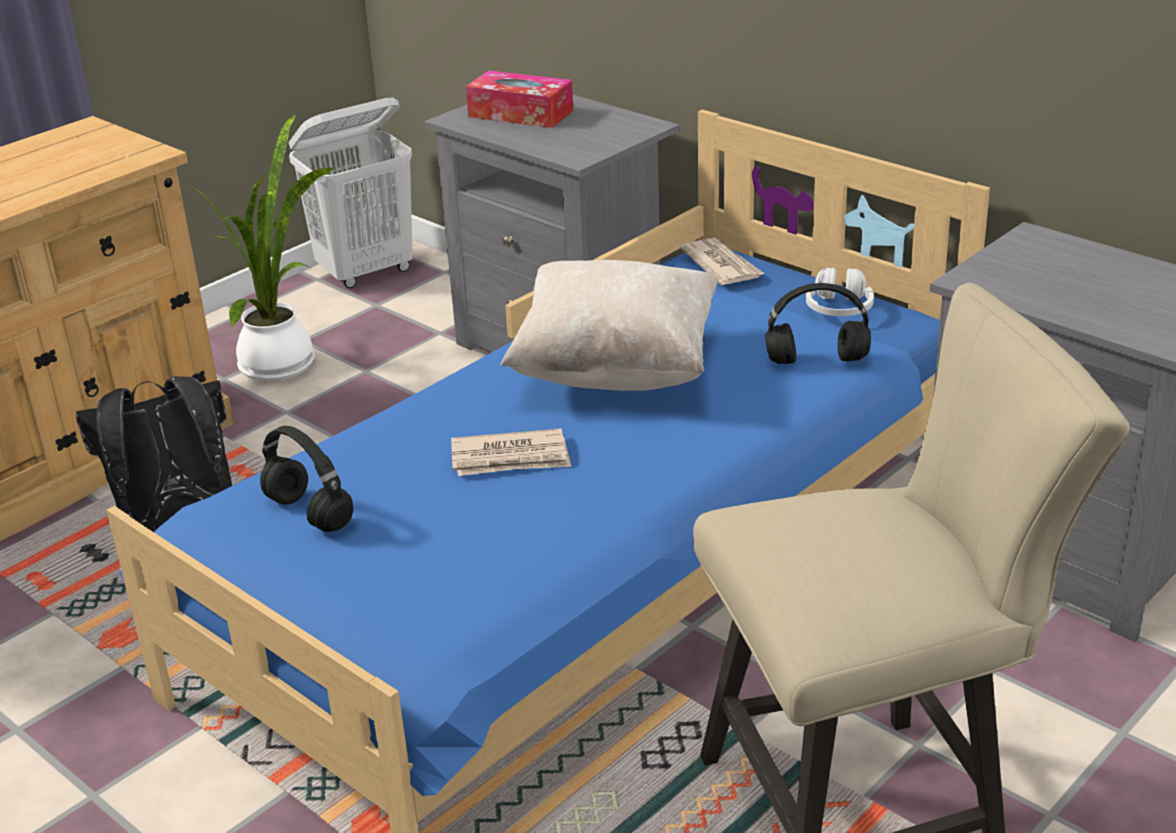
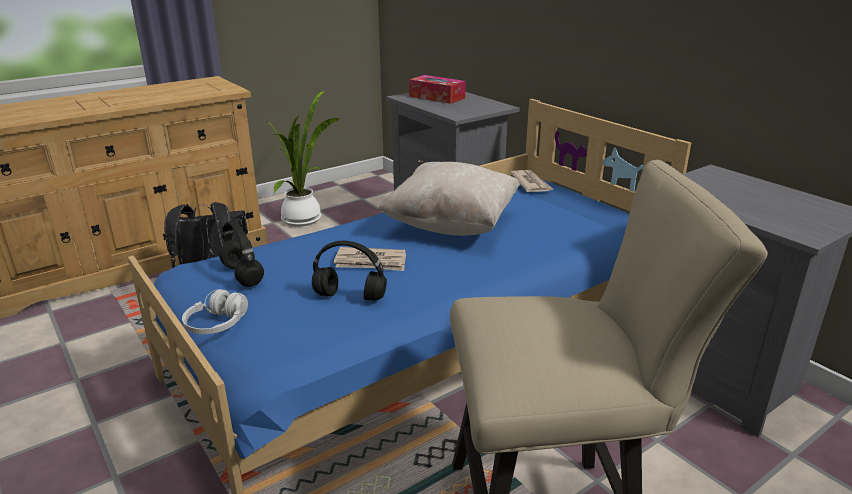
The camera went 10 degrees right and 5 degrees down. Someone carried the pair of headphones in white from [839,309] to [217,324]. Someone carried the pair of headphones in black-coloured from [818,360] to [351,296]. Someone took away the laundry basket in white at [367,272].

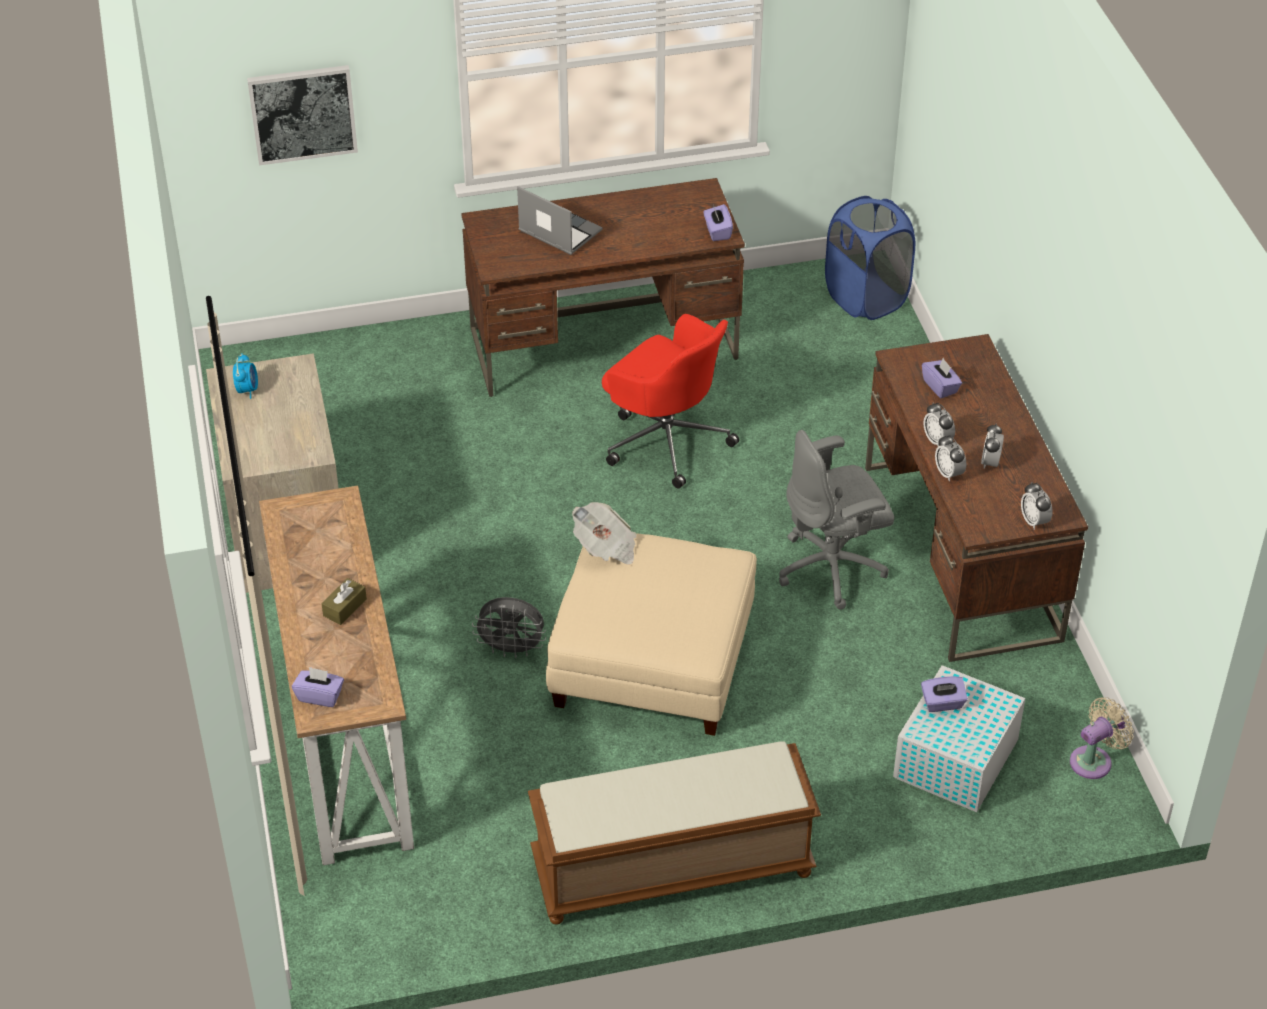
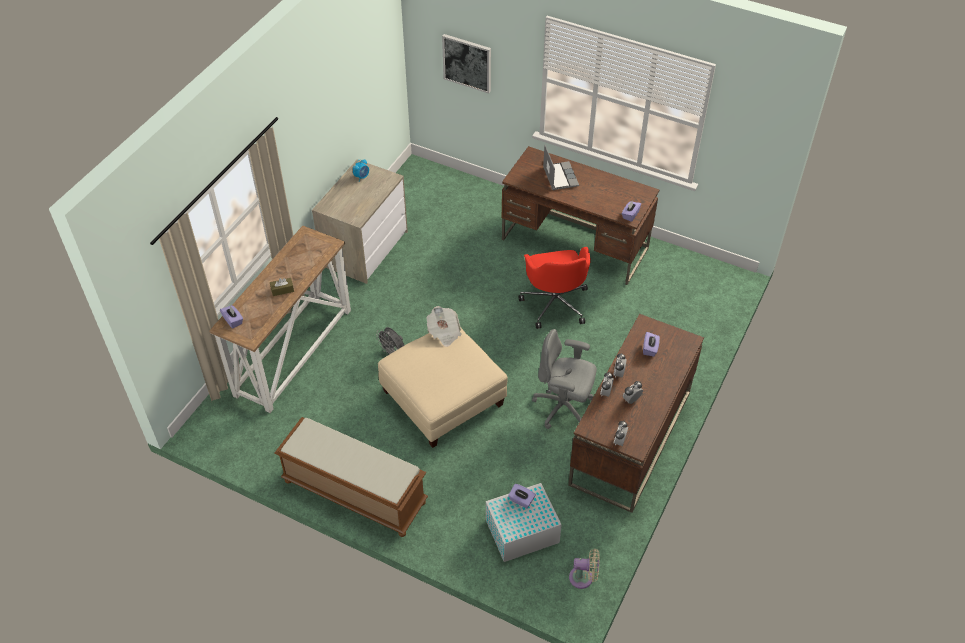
The camera went 40 degrees right and 5 degrees up. Someone took away the laundry basket in blue-coloured at [866,298].

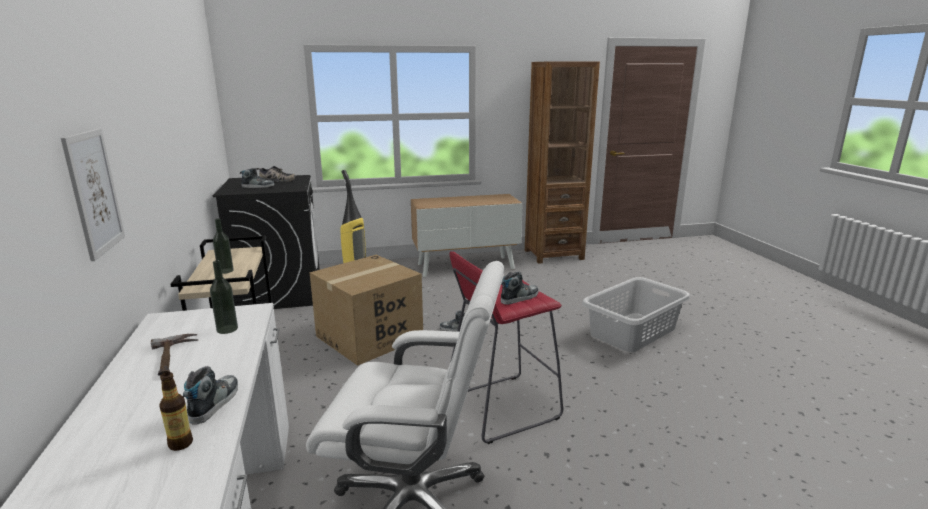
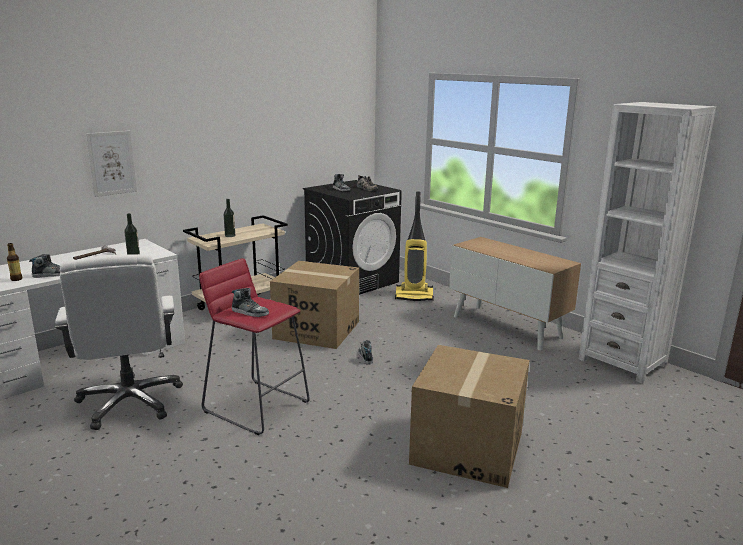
The camera went 60 degrees right and 0 degrees up. Someone swapped the laundry basket in gray at [632,331] for the carton at [467,447]. Someone repainted the shelving unit in brownish at [553,254], which became the shelving unit in white at [622,362].

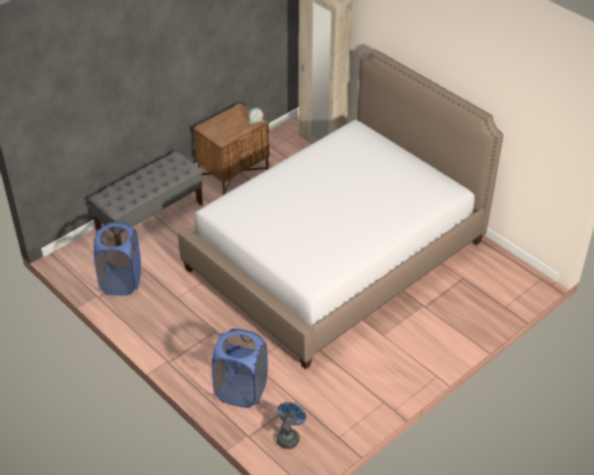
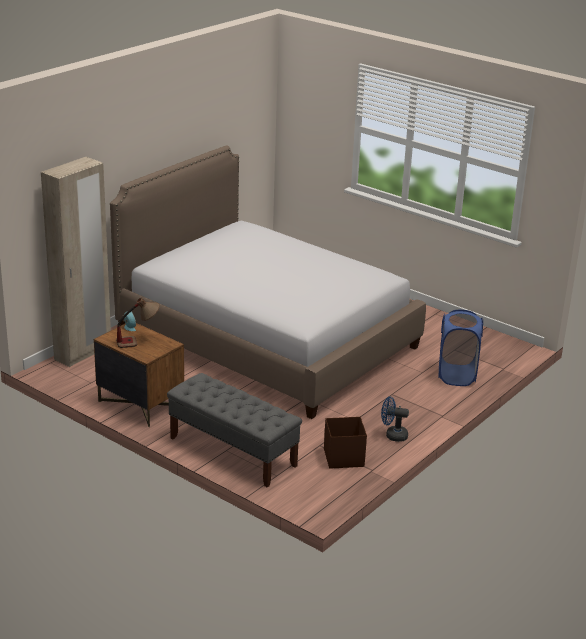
The camera went 100 degrees left and 15 degrees down. Someone put down the lamp for a table at [138,341]. Someone swapped the laundry basket in blue-coloured at [121,281] for the storage bin in brownish at [343,458]. Someone carried the electric fan in blue-coloured from [289,436] to [393,435].

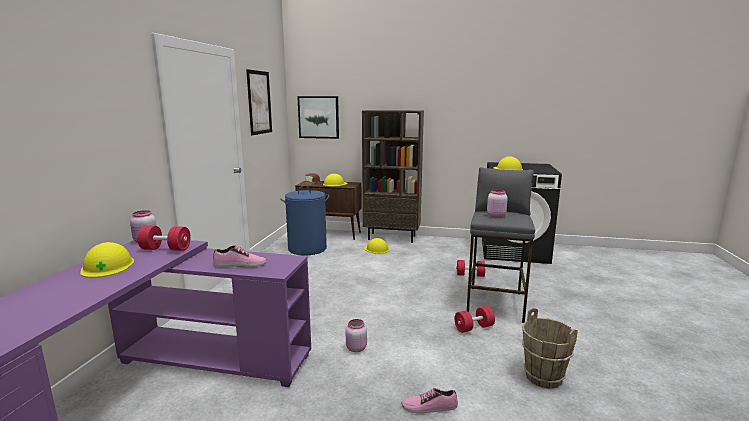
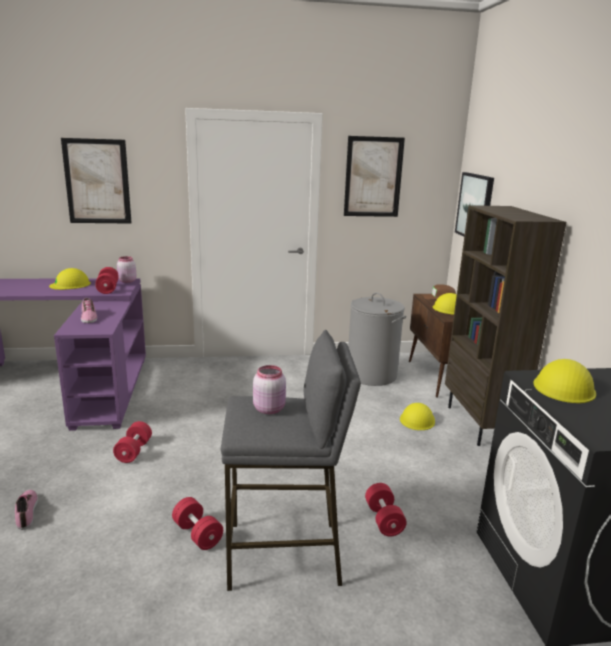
The camera went 70 degrees right and 5 degrees up. Someone put up the picture at [97,181]. Someone swapped the storage jar in pinkish at [355,348] for the dumbbell in red-coloured at [134,451]. Someone repainted the laundry basket in blue-coloured at [307,248], which became the laundry basket in gray at [372,375]. Someone took away the pail in brownish at [543,377].

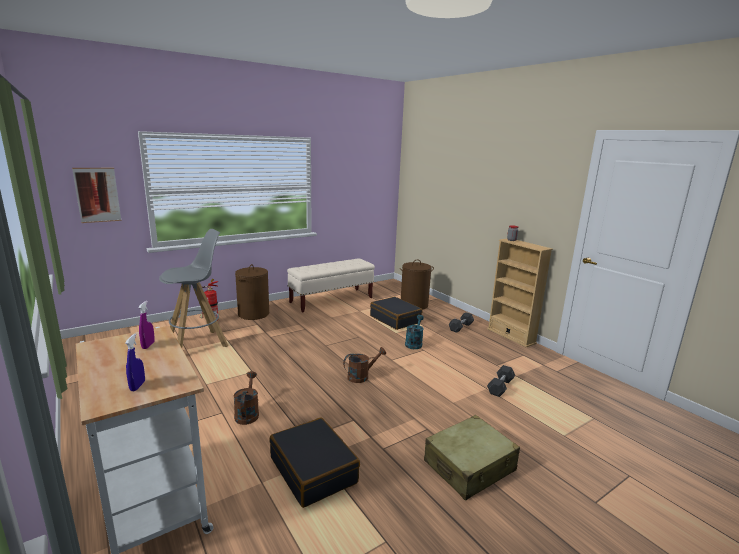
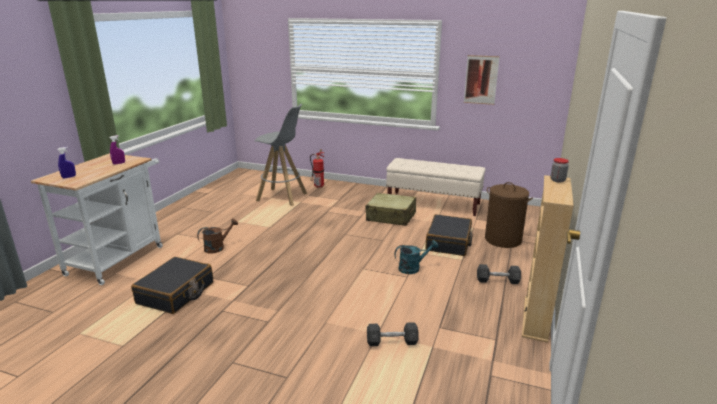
The camera went 55 degrees right and 5 degrees up. Someone carried the travel case in sand-coloured from [469,466] to [391,217]. Someone carried the picture from [97,195] to [481,80]. Someone took away the laundry basket in brownish at [253,314]. Someone took away the watering can in brownish at [362,376].

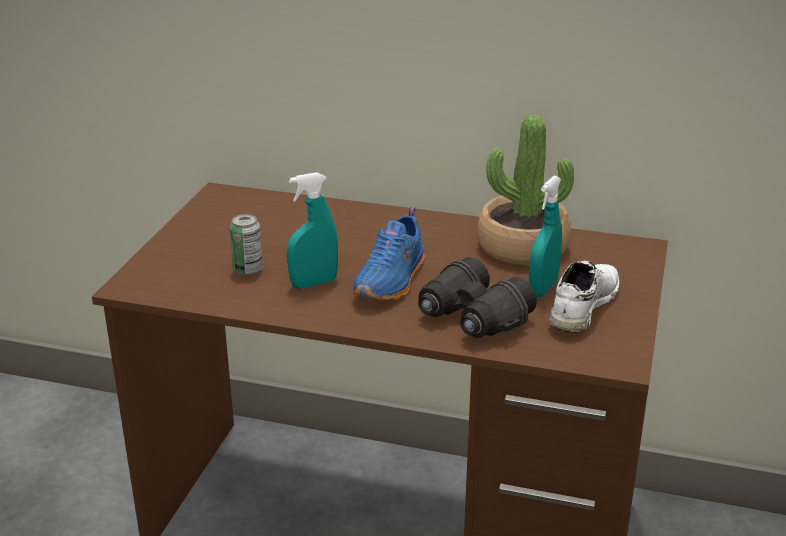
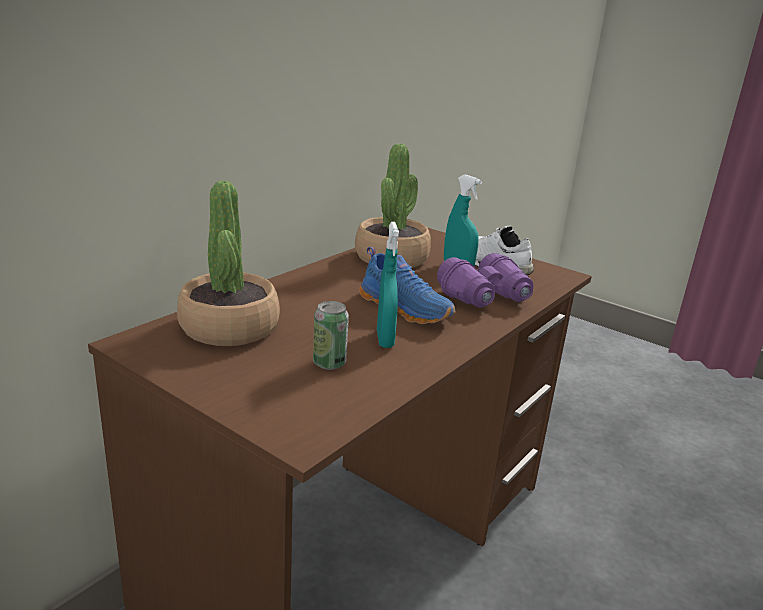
The camera went 70 degrees left and 5 degrees down. Someone put down the potted plant at [230,327]. Someone repainted the field glasses in black-coloured at [472,318], which became the field glasses in purple at [486,298].

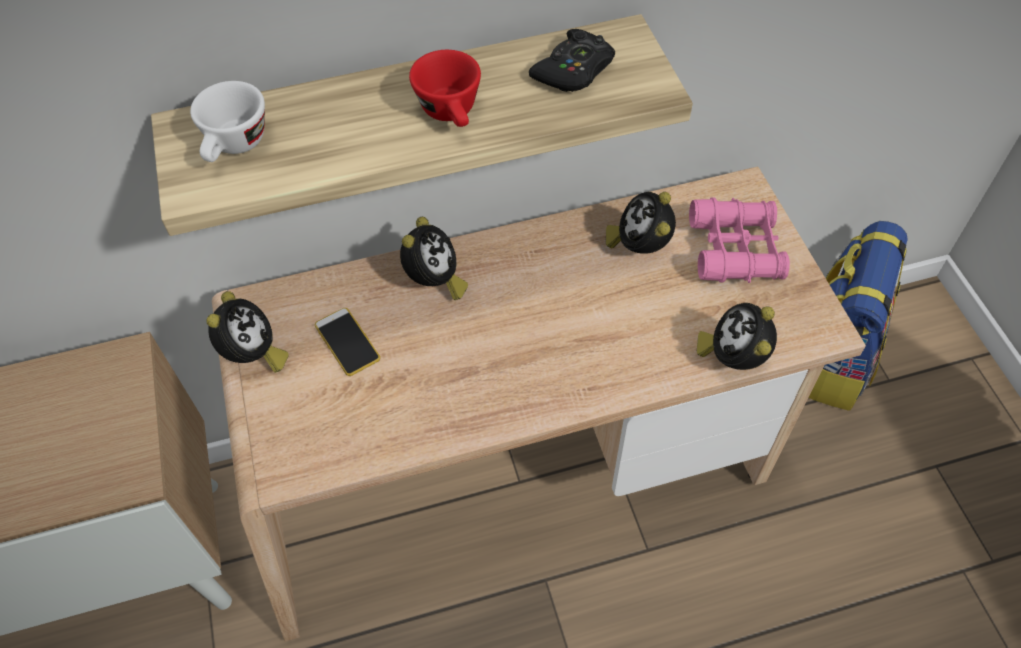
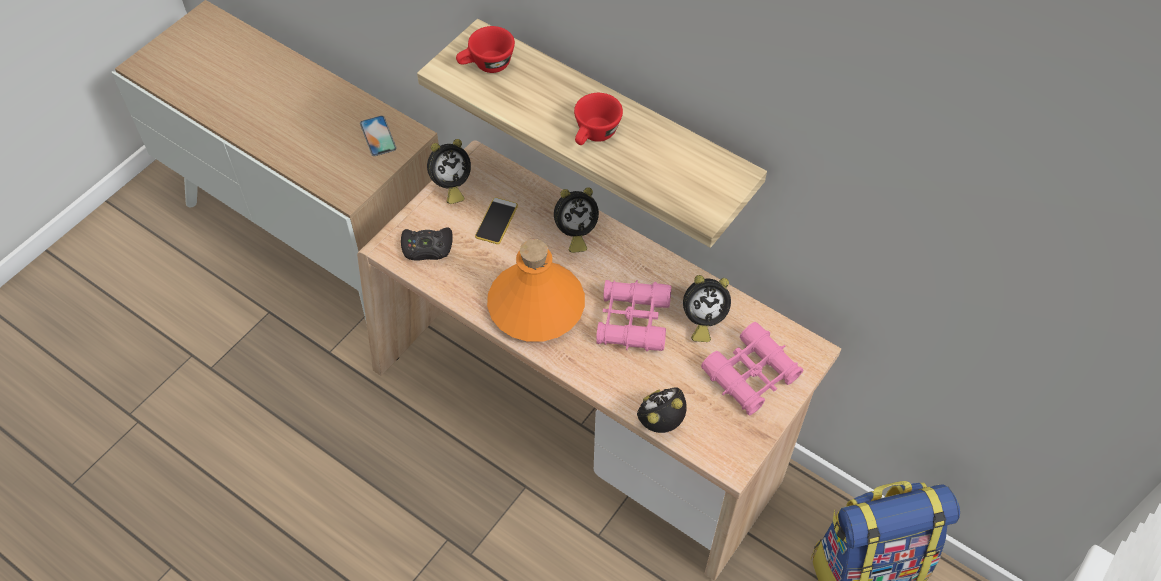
The camera went 50 degrees right and 0 degrees up. Someone put down the handset at [378,136]. Someone carried the gamepad in black-coloured from [574,70] to [427,248]. Someone repainted the drinking cup in white at [235,146], which became the drinking cup in red-coloured at [486,65]. Someone put down the beverage bottle in orangey at [537,306]. Someone put down the field glasses in pinkish at [633,321]. Someone rotated the alarm clock at [639,246] by 150 degrees counterclockwise.

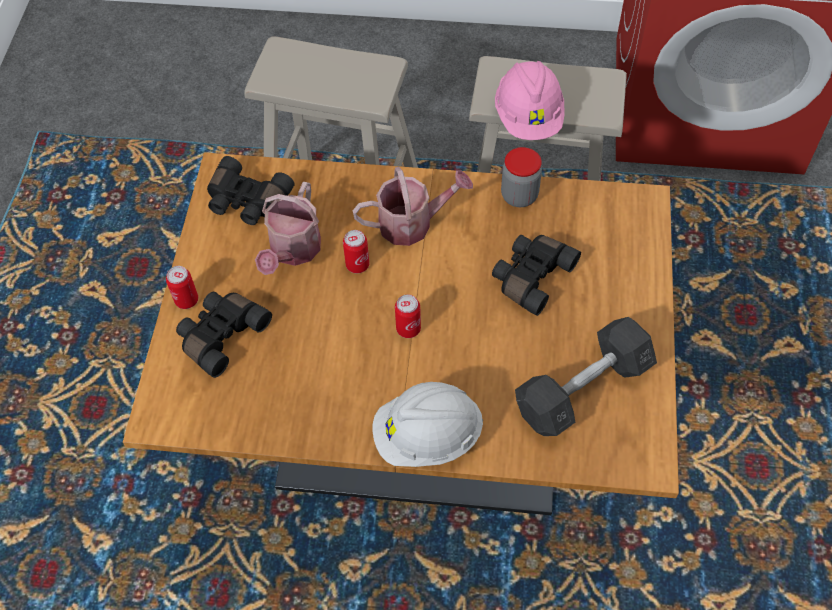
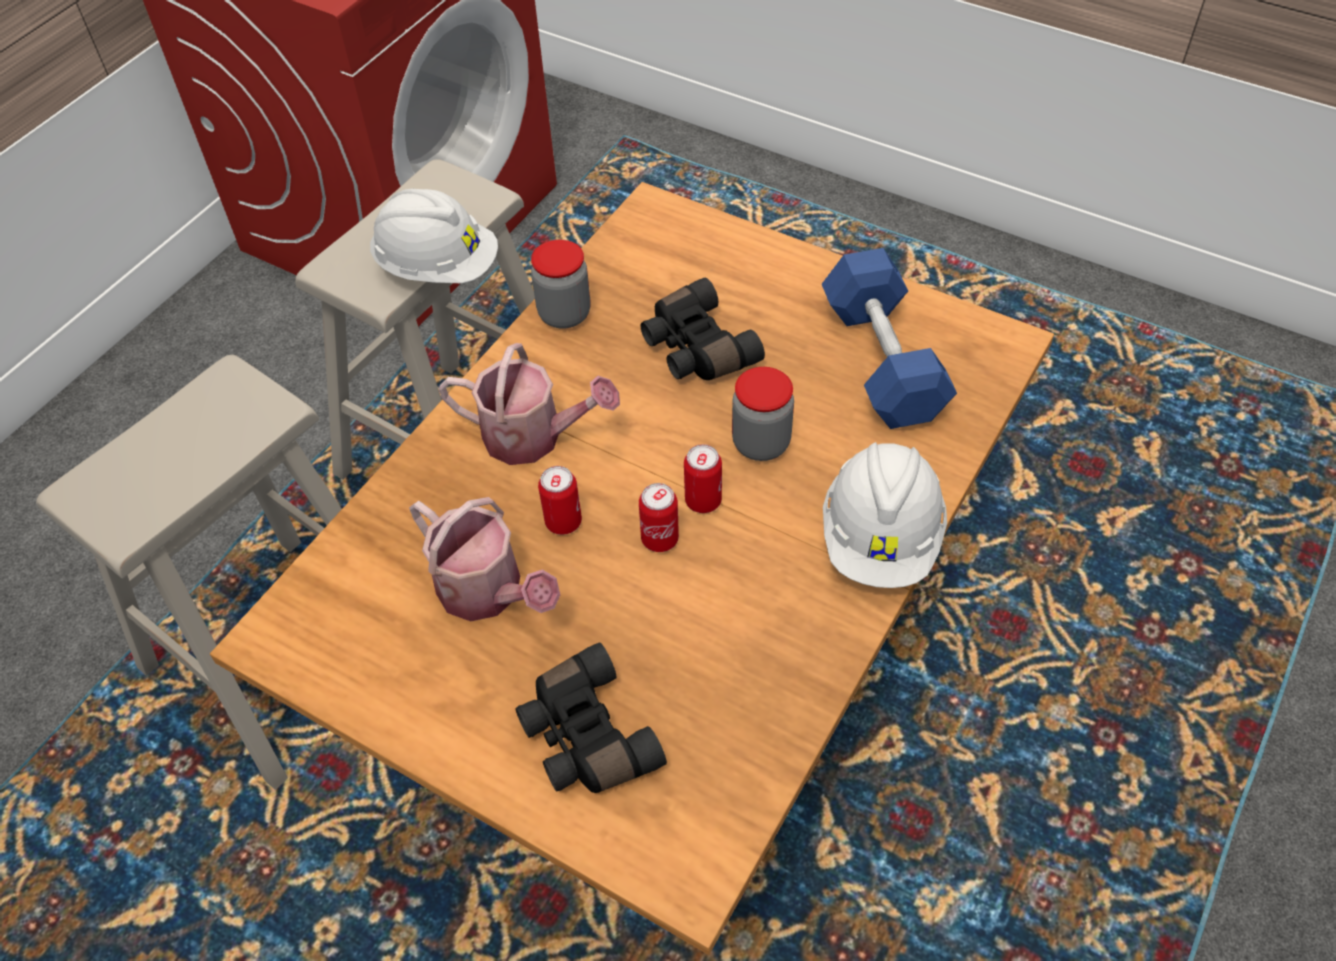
The camera went 65 degrees left and 5 degrees down. Someone repainted the hard hat in pinkish at [528,117], which became the hard hat in white at [438,267]. Someone rotated the watering can at [412,223] by 90 degrees clockwise. Someone carried the sealed can from [186,300] to [660,539]. Someone put down the storage jar at [761,443]. Someone repainted the dumbbell in gray at [583,389], which became the dumbbell in blue-coloured at [882,361]. Someone took away the field glasses in black-coloured at [247,202].

